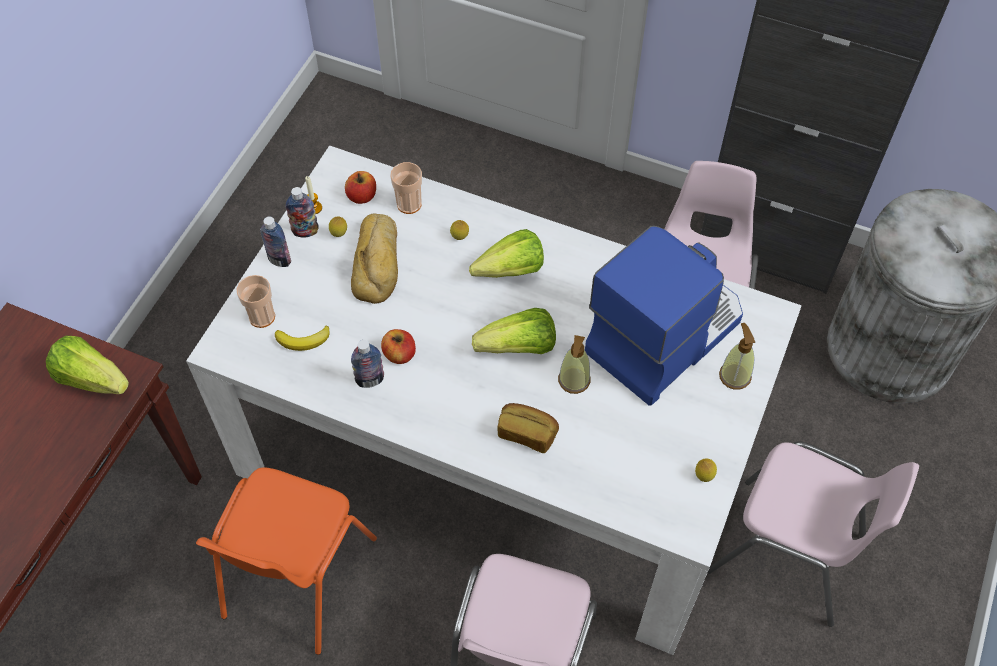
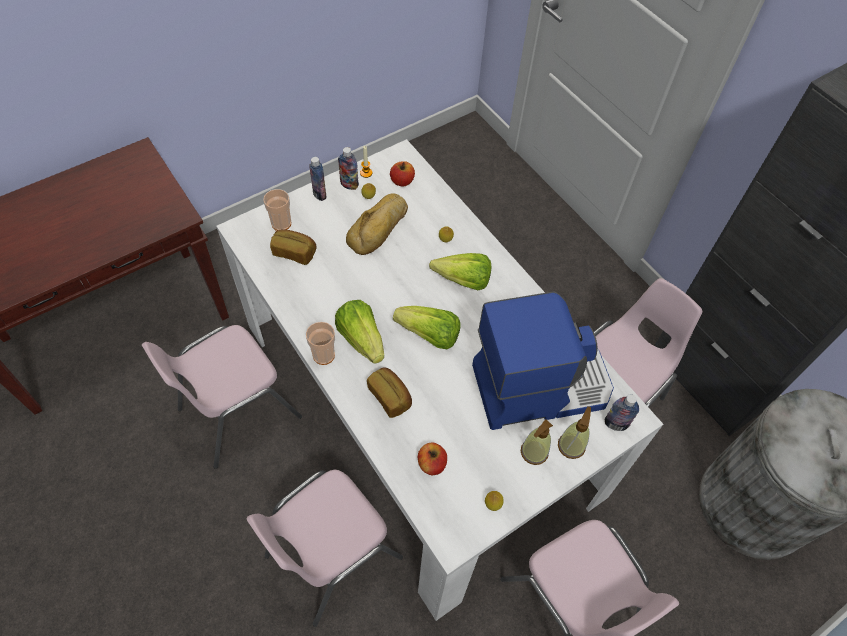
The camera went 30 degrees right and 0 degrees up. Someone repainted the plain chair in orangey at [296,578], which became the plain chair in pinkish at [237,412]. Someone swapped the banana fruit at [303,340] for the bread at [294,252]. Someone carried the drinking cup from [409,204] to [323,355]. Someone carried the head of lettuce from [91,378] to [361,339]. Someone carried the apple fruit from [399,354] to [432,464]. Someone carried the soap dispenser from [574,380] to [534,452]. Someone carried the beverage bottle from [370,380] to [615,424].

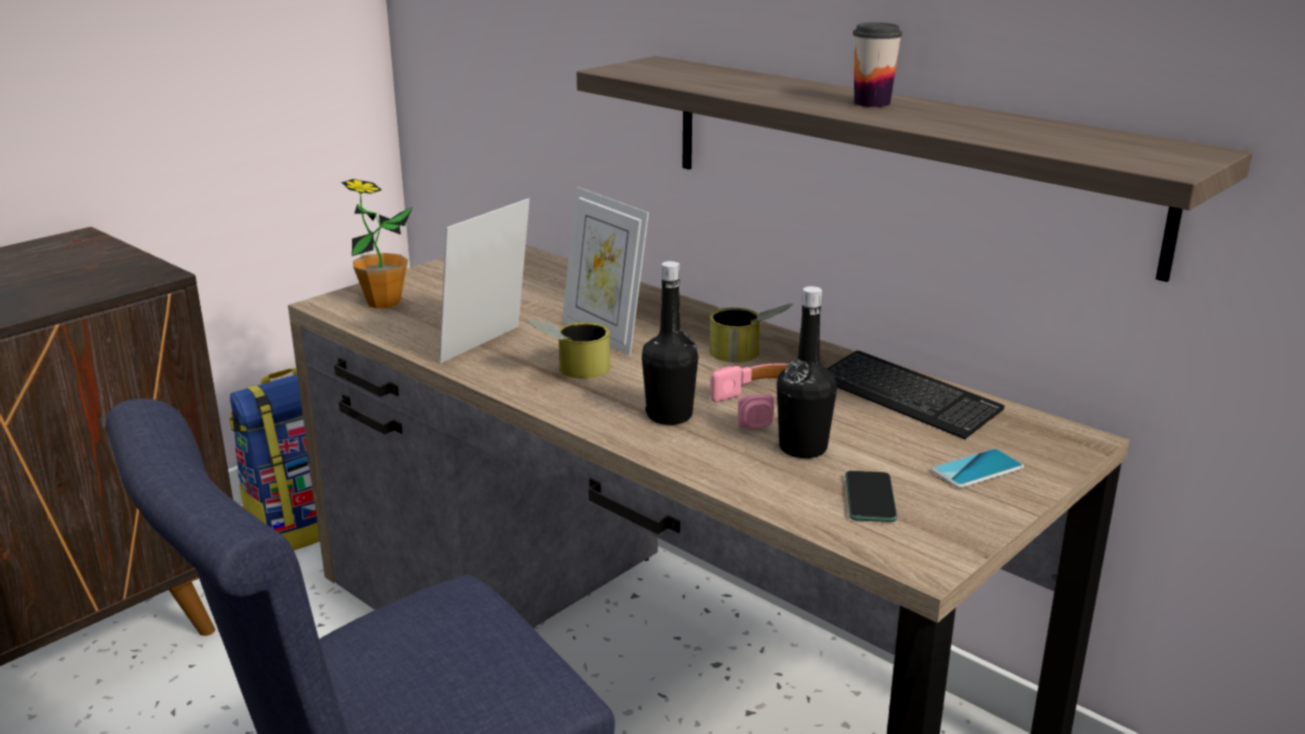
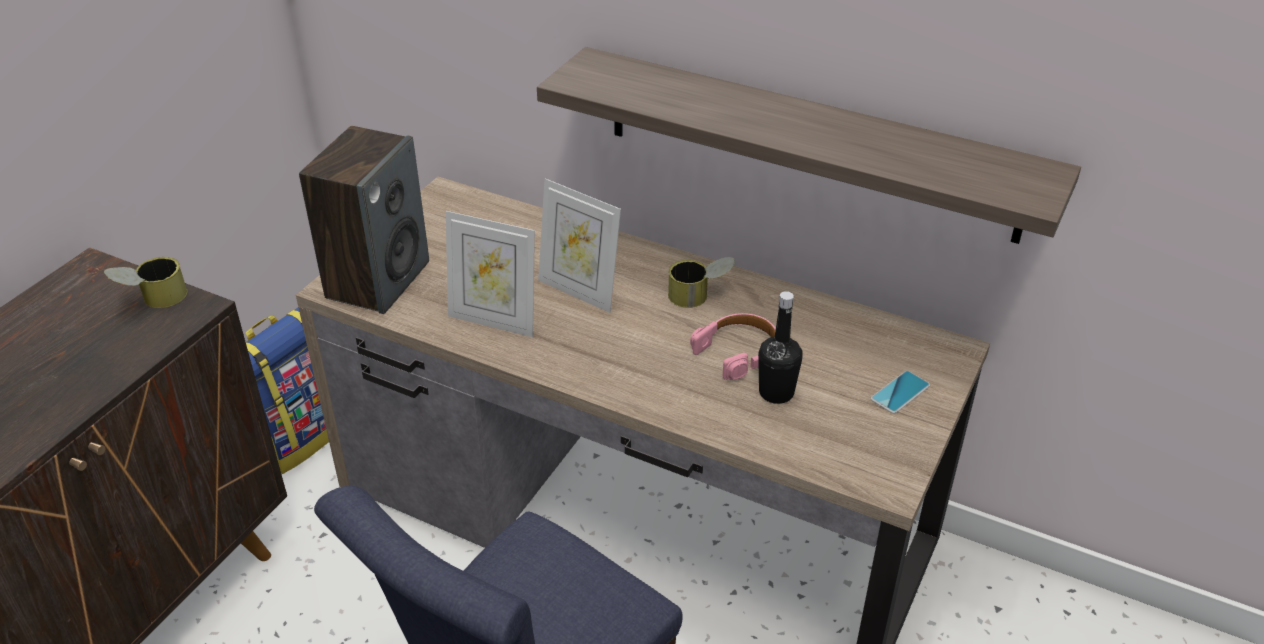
The camera went 15 degrees left and 15 degrees up. Someone carried the sealed can from [570,371] to [153,301]. Someone swapped the potted plant at [383,303] for the audio speaker at [378,279]. Someone rotated the standing frame at [488,347] by 90 degrees counterclockwise. Someone took away the beverage bottle in black-coloured at [669,415]. Someone took away the PC keyboard at [907,397]. Someone took away the handset at [870,498]. Someone took away the drinking cup at [872,103].

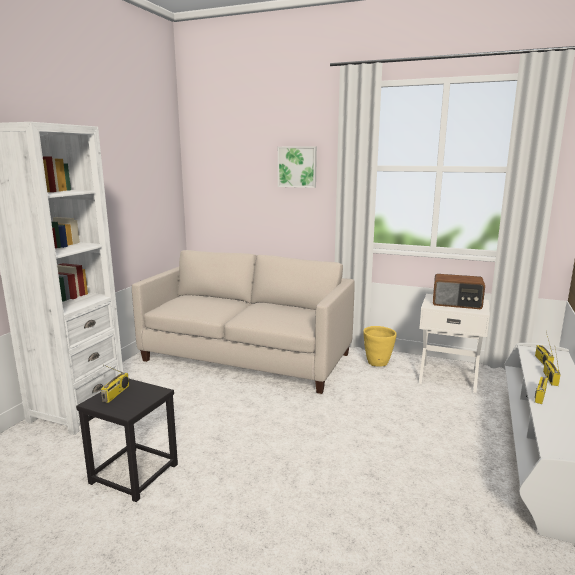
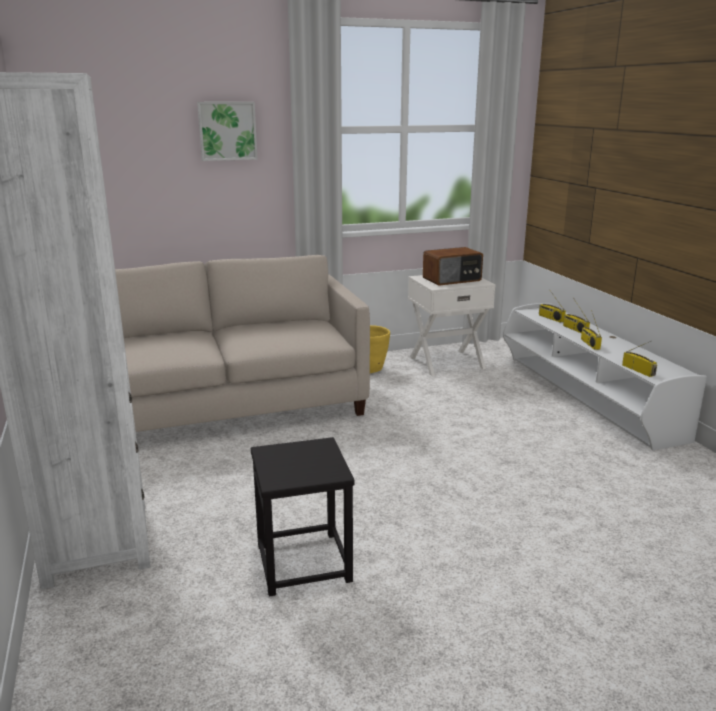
The camera went 40 degrees left and 5 degrees up. Someone carried the radio set from [116,394] to [639,370].

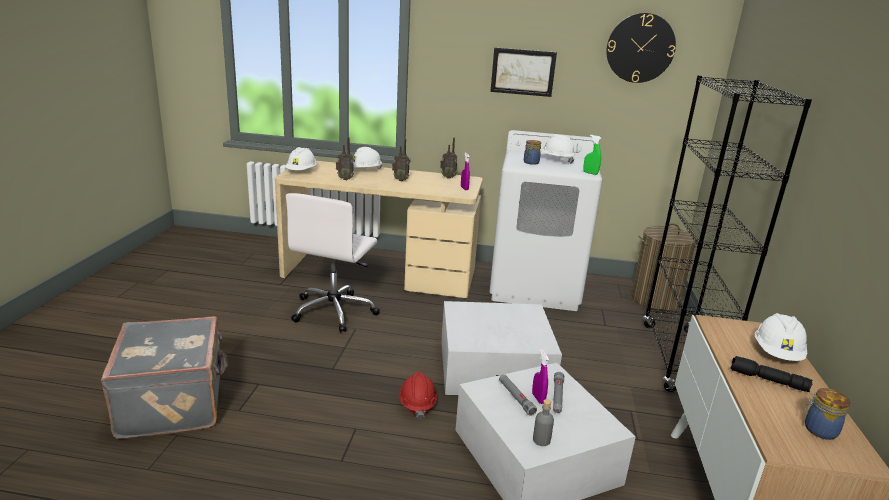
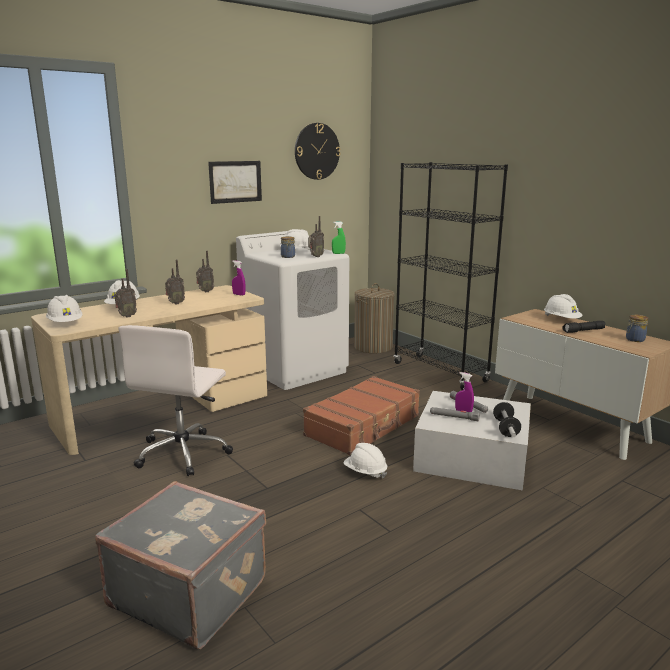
The camera went 45 degrees left and 5 degrees down. Someone rotated the office chair in white at [334,311] by 45 degrees clockwise. Someone swapped the storage bin in white at [494,366] for the travel case in brownish at [364,426]. Someone put down the radio set at [315,256]. Someone repainted the hard hat in red-coloured at [417,404], which became the hard hat in white at [365,472]. Someone swapped the beverage bottle in gray at [541,440] for the dumbbell at [505,428].

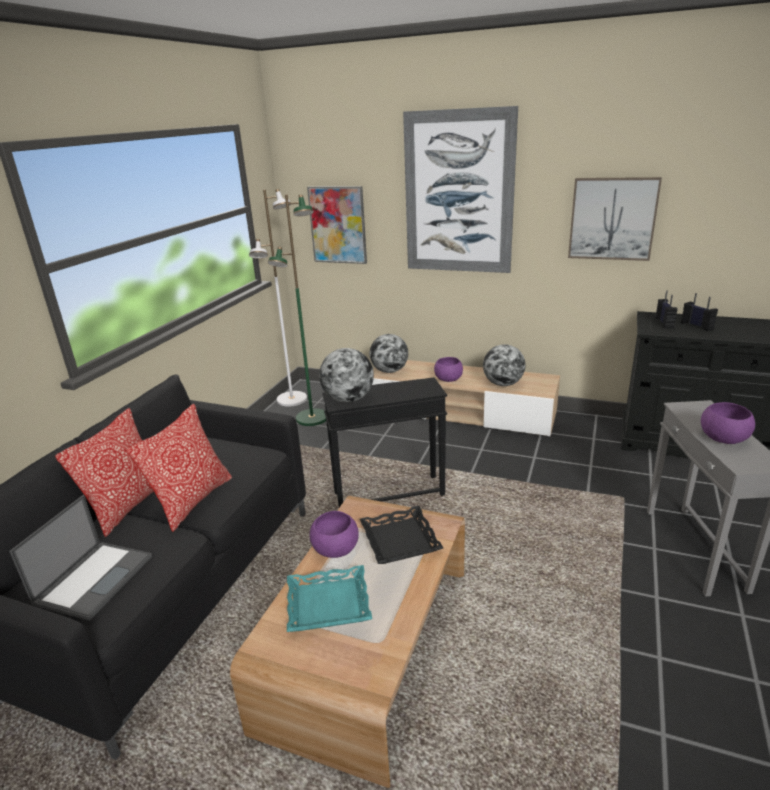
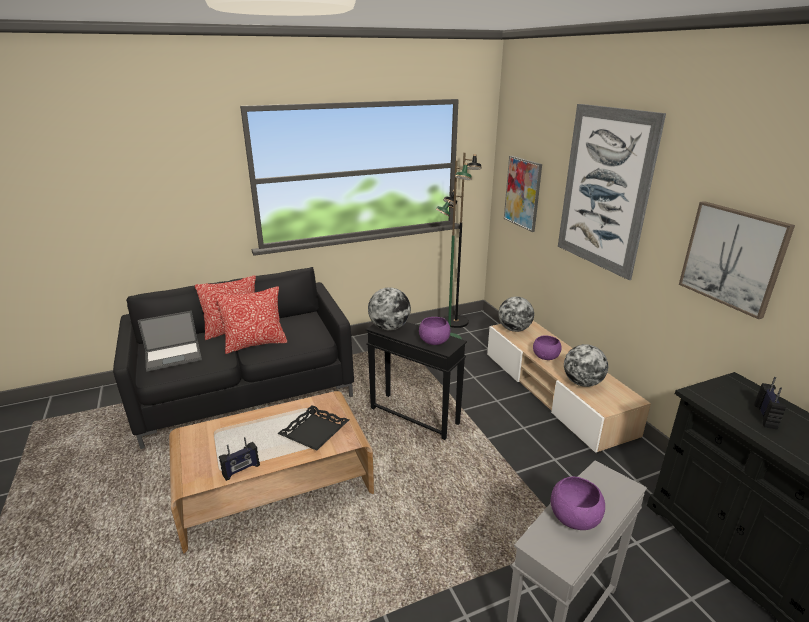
The camera went 45 degrees right and 0 degrees up. Someone carried the radio set from [664,323] to [241,470]. Someone carried the bowl in purple from [336,549] to [434,341]. Someone repainted the standard lamp in white at [292,400], which became the standard lamp in black-coloured at [456,322]. Someone took away the carrying tray in blue-green at [328,603].

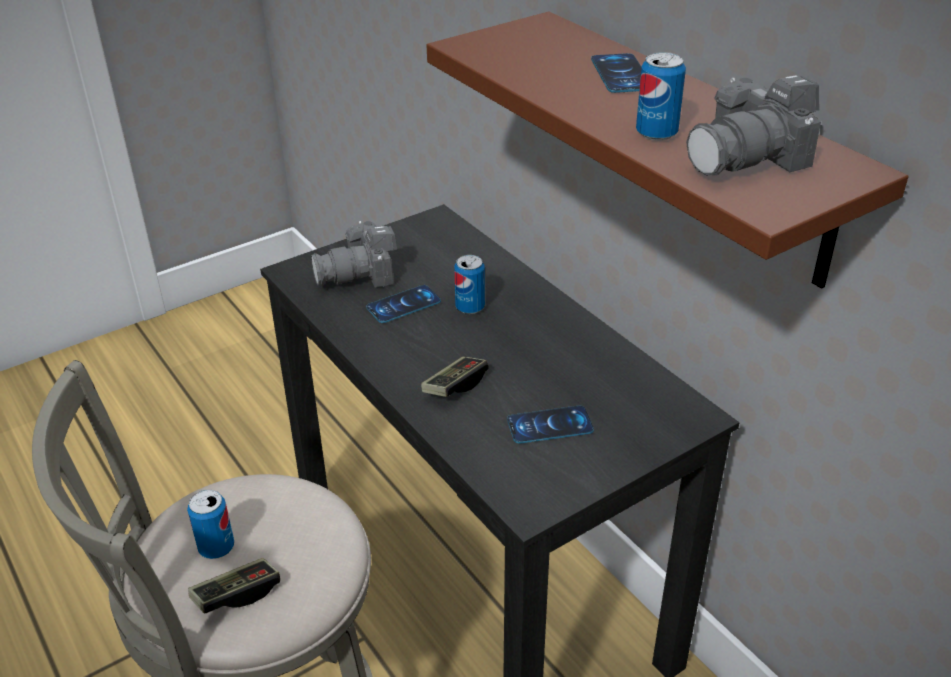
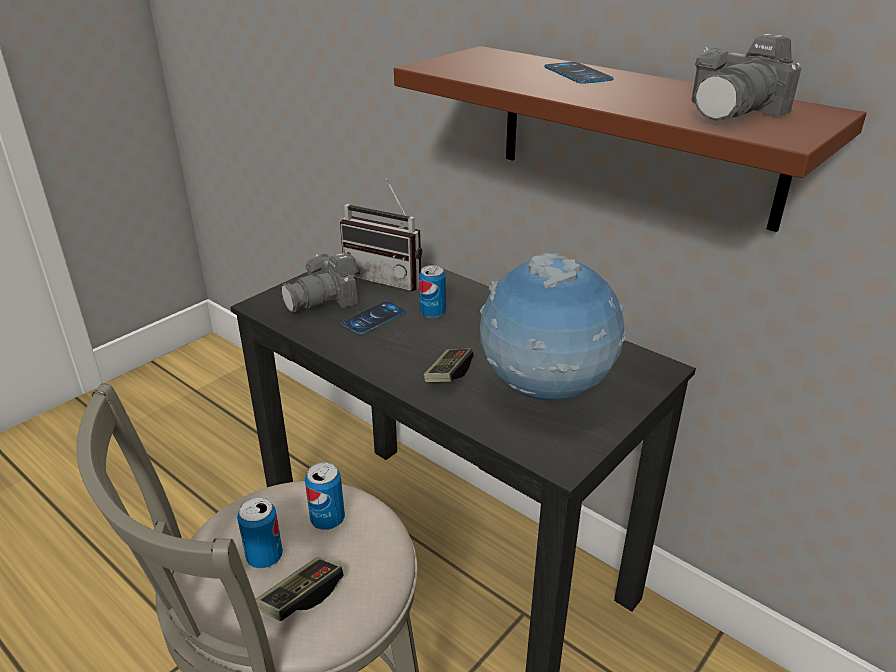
The camera went 15 degrees left and 5 degrees down. Someone carried the sealed can from [656,133] to [327,519]. Someone put down the radio set at [388,277]. Someone swapped the handset at [550,425] for the world globe at [545,393].

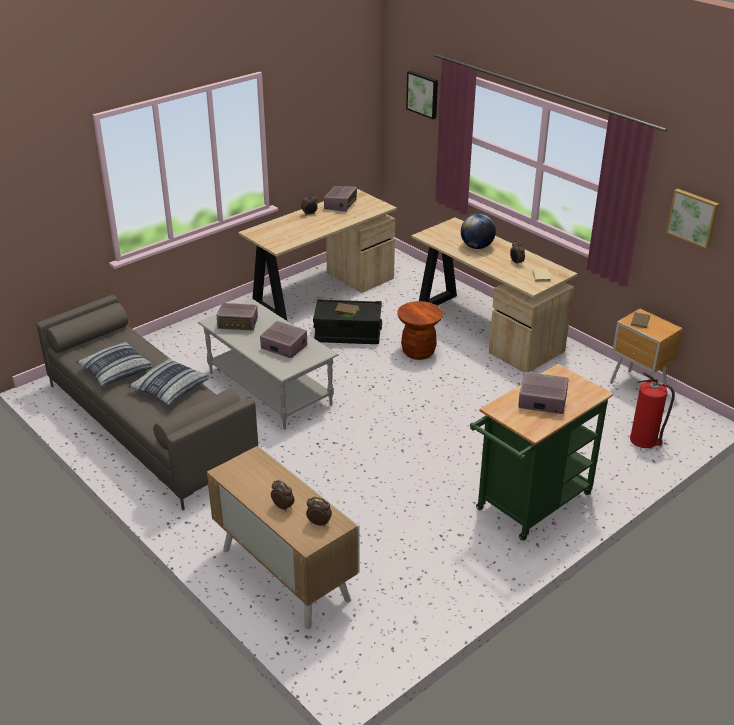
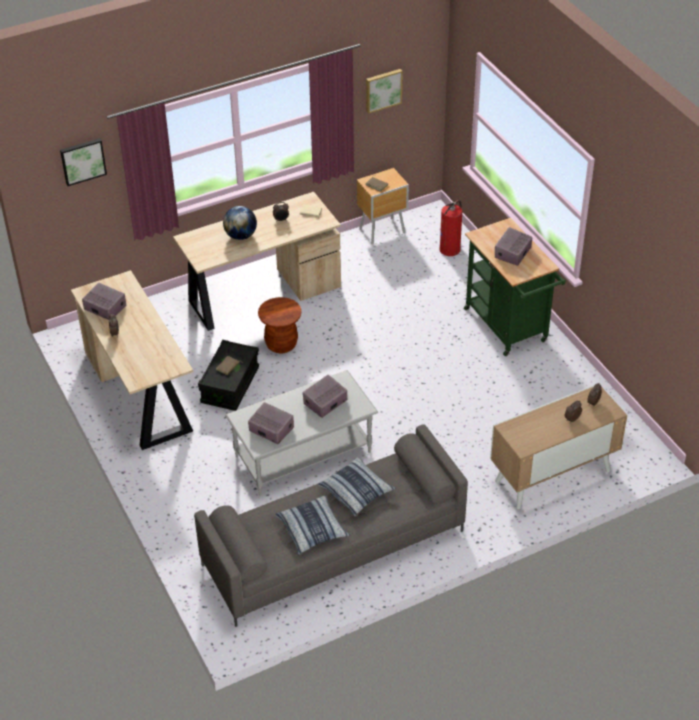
The camera went 75 degrees left and 10 degrees up. Someone rotated the radio set at [238,324] by 75 degrees counterclockwise.

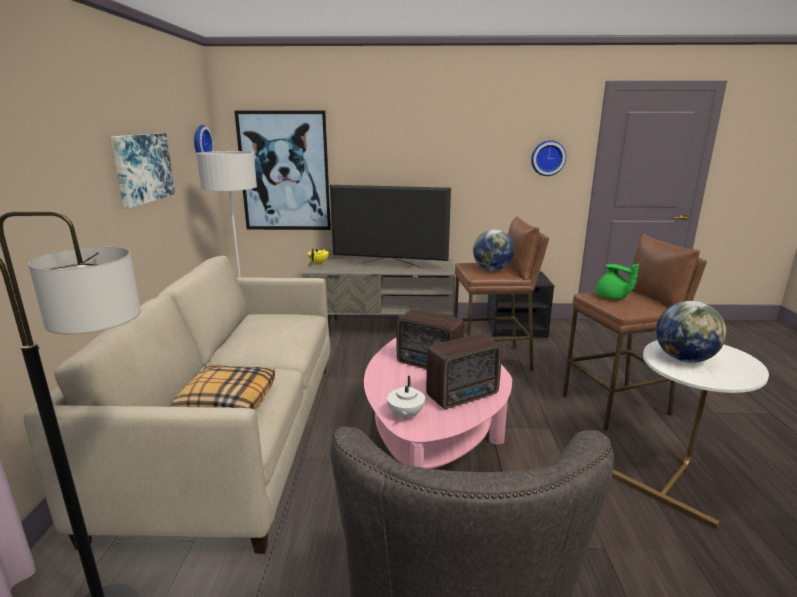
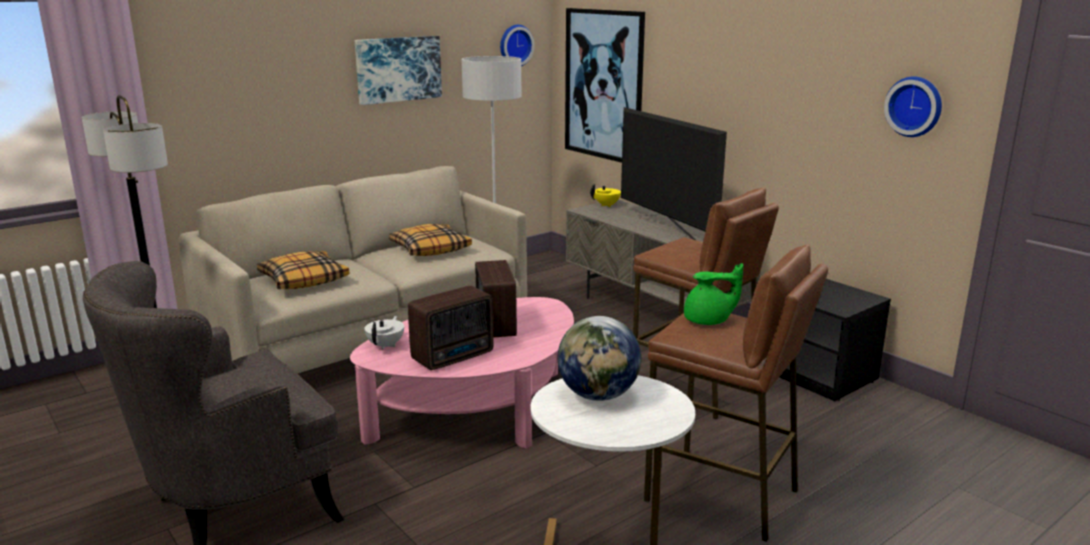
The camera went 50 degrees right and 0 degrees up. Someone rotated the teapot in white at [405,415] by 135 degrees clockwise. Someone put down the cushion at [430,249]. Someone rotated the radio set at [464,396] by 60 degrees counterclockwise. Someone rotated the teapot in green-coloured at [612,297] by 105 degrees counterclockwise. Someone took away the world globe at [492,269].

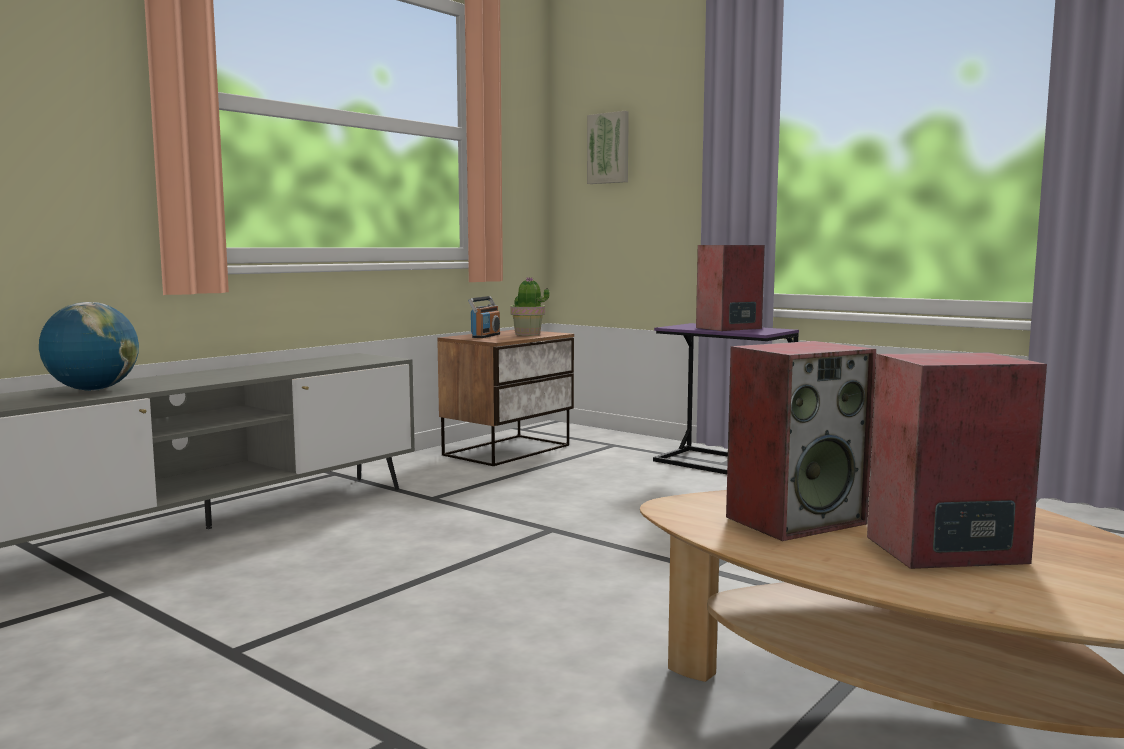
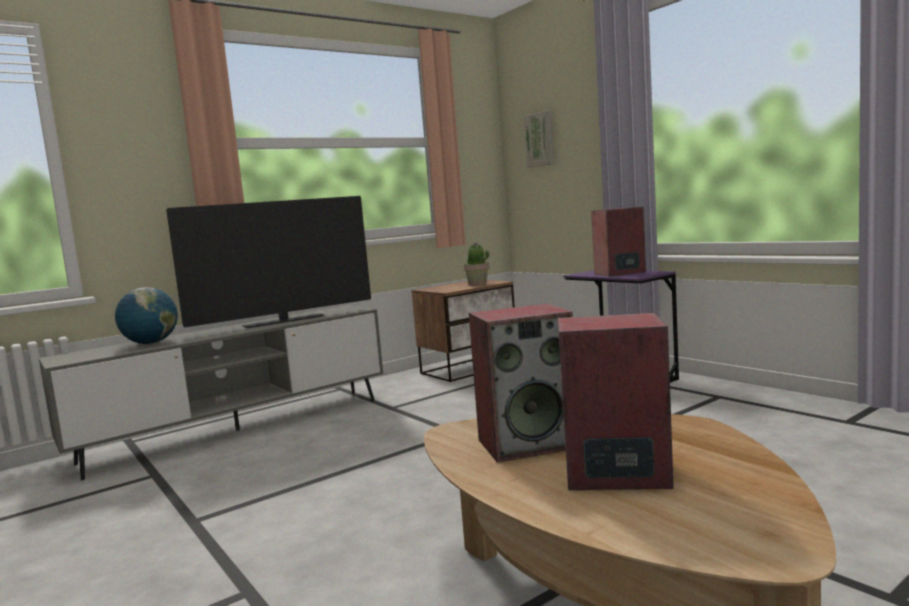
The camera went 15 degrees right and 0 degrees up. Someone put down the TV at [284,321]. Someone took away the radio set at [485,336].

